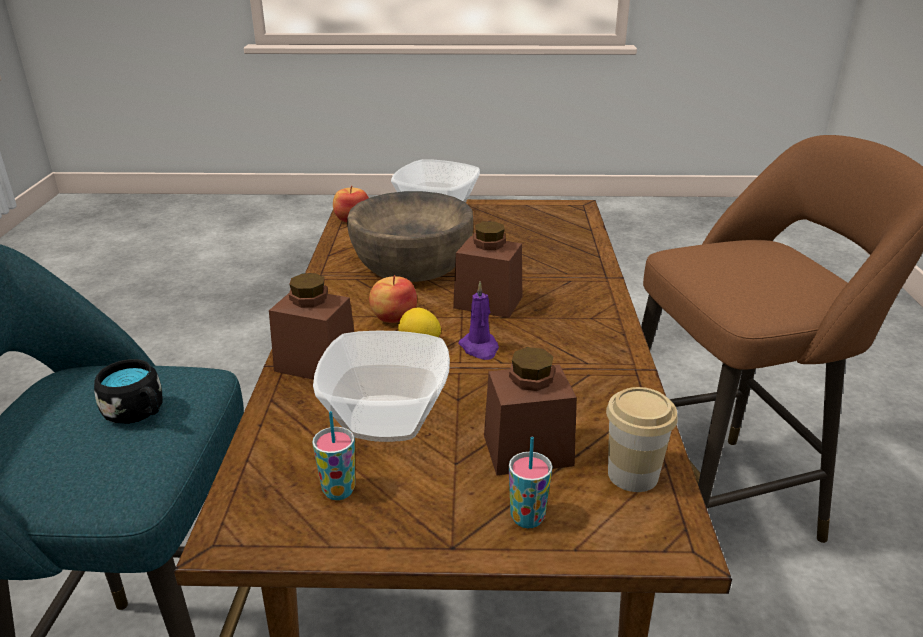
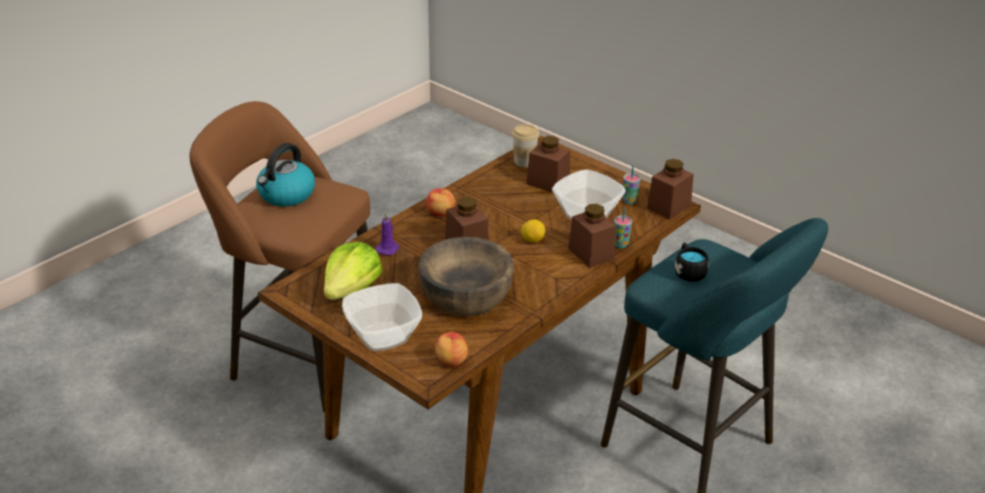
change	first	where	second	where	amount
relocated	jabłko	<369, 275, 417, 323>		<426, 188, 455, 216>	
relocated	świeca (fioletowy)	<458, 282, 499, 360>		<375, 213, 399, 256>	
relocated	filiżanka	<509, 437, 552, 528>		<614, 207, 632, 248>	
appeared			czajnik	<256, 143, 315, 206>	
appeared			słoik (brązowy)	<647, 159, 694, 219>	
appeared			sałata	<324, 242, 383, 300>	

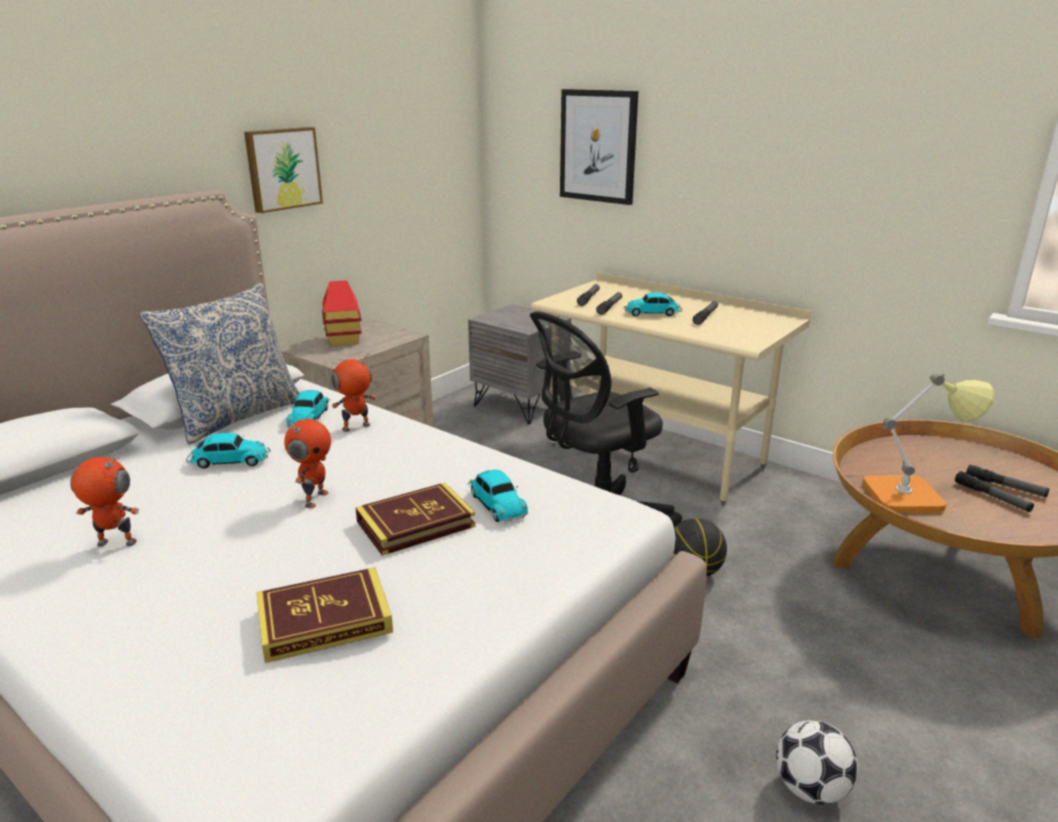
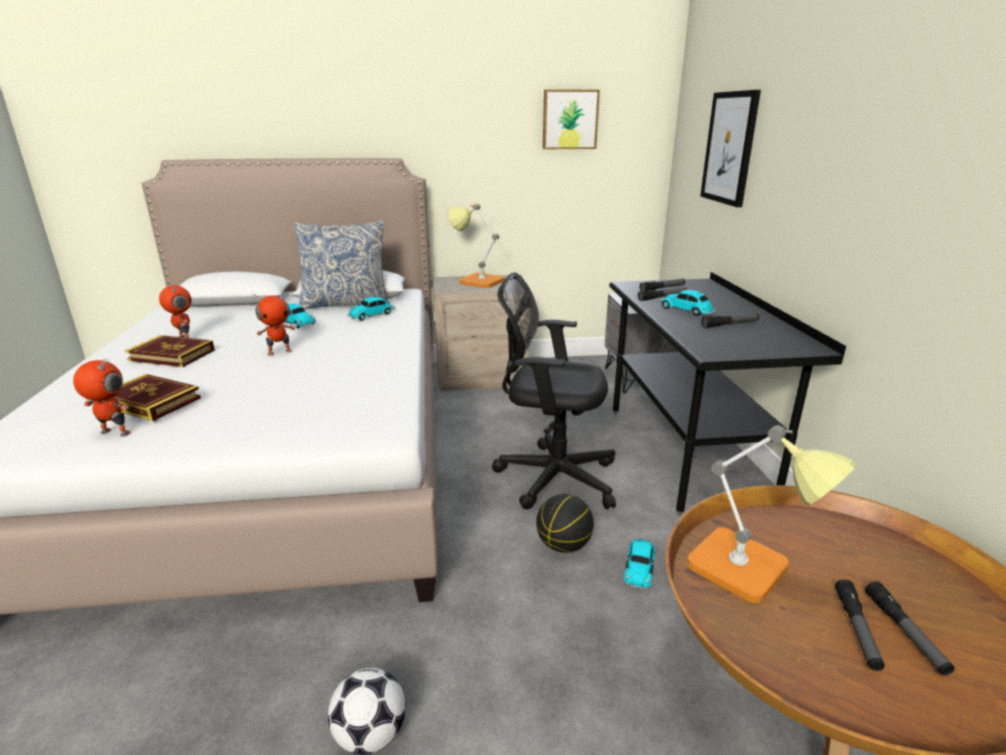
change	first	where	second	where	amount
relocated	obraz	<244, 127, 323, 213>		<543, 89, 600, 149>	
colour	biurko (beżowy)	<531, 272, 811, 506>	biurko (czarny)	<609, 272, 846, 516>	
exchanged	domek	<322, 280, 362, 346>	lampa stołowa	<448, 204, 505, 288>	
relocated	robot zabawkowy	<331, 353, 377, 432>		<73, 359, 131, 437>	
relocated	samochodzik	<468, 470, 528, 522>		<624, 539, 655, 590>	
relocated	książka	<355, 483, 475, 556>		<125, 335, 215, 367>	

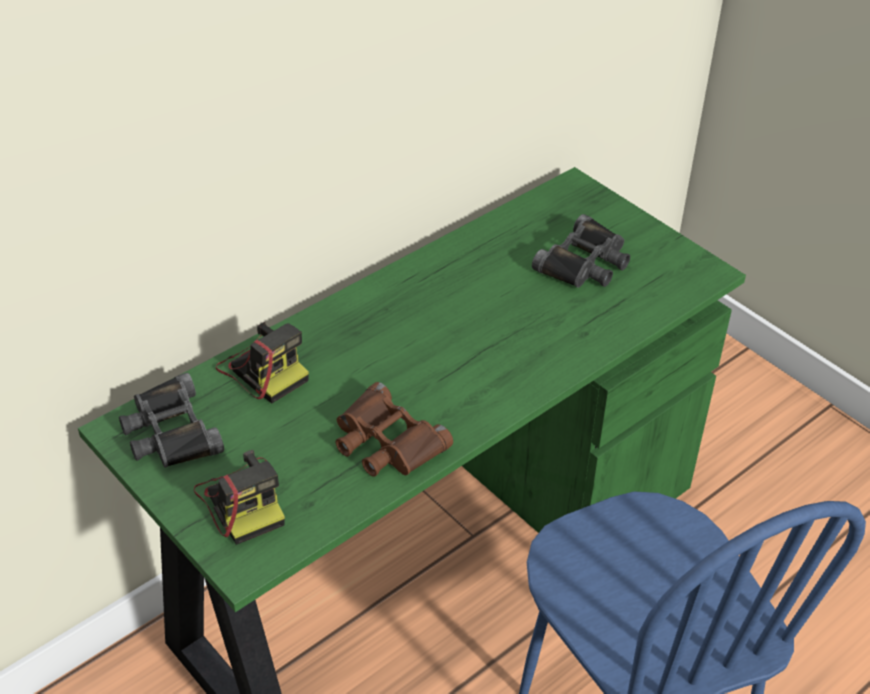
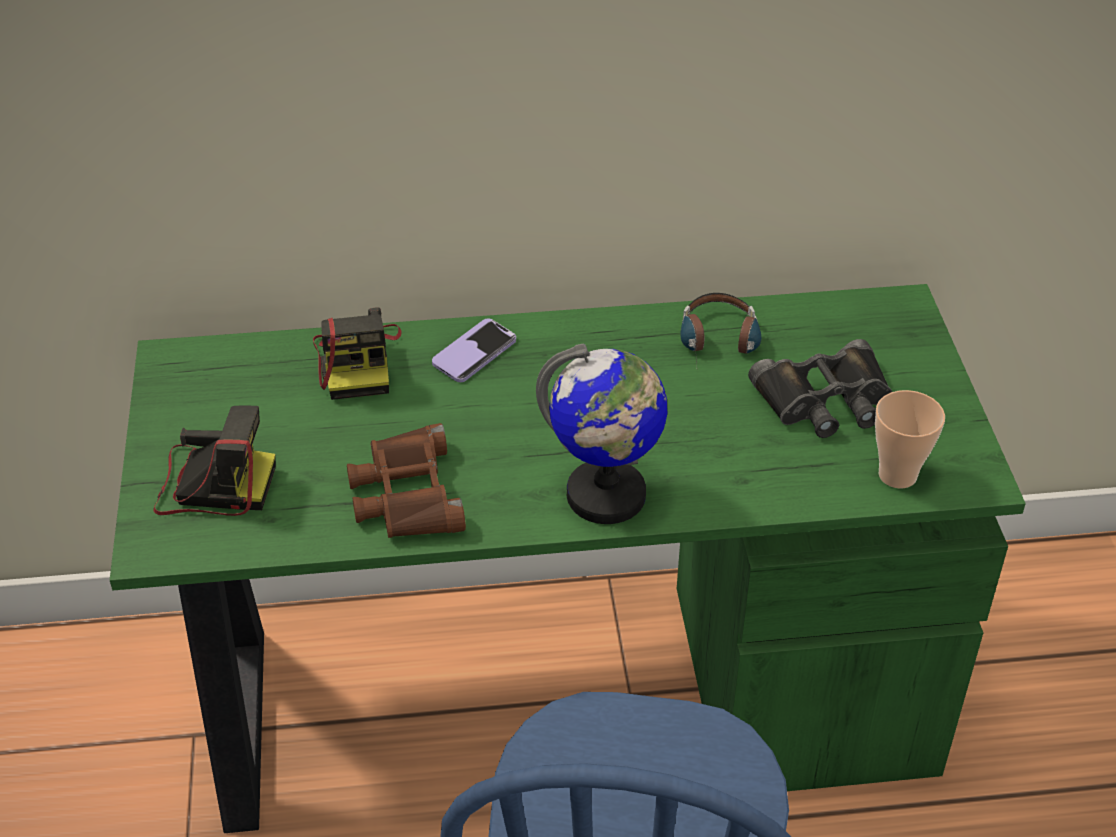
change	first	where	second	where	amount
missing	lornetka (czarny)	<119, 373, 224, 468>			
spun	aparat fotograficzny	<194, 450, 285, 545>		<153, 405, 276, 516>	90 degrees counterclockwise
appeared			słuchawki	<680, 293, 761, 364>	
appeared			telefon	<432, 319, 516, 382>	
appeared			globus	<536, 344, 667, 524>	
appeared			filiżanka	<875, 390, 945, 489>	

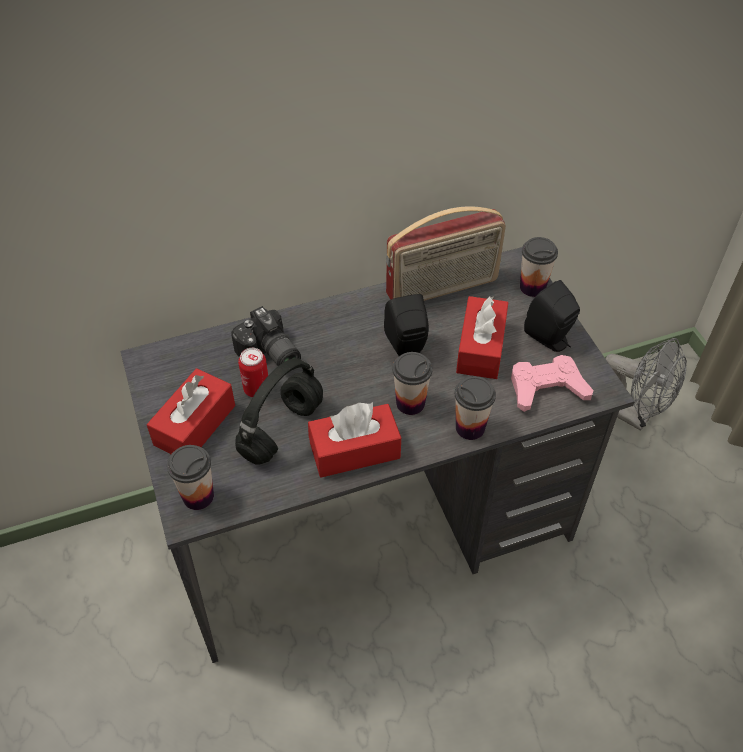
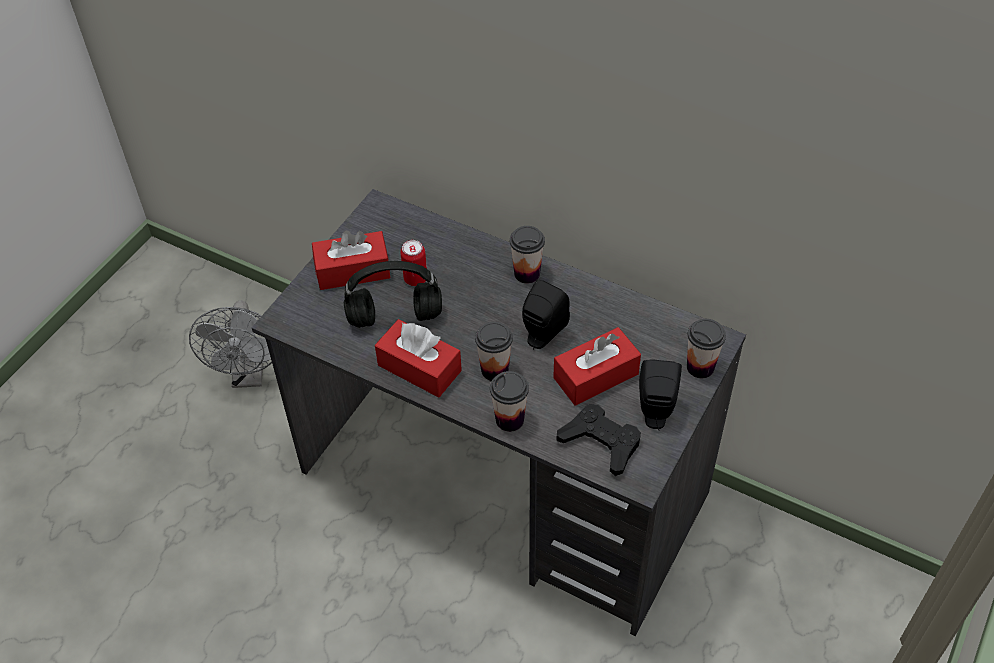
change	first	where	second	where	amount
missing	radio	<386, 206, 506, 301>			
missing	aparat fotograficzny	<231, 306, 301, 366>			
relocated	wentylator (szary)	<605, 338, 687, 431>		<189, 300, 272, 388>	
colour	pad do gier (różowy)	<511, 355, 593, 412>	pad do gier (czarny)	<556, 404, 641, 476>	
relocated	filiżanka	<167, 445, 214, 510>		<510, 226, 545, 284>	

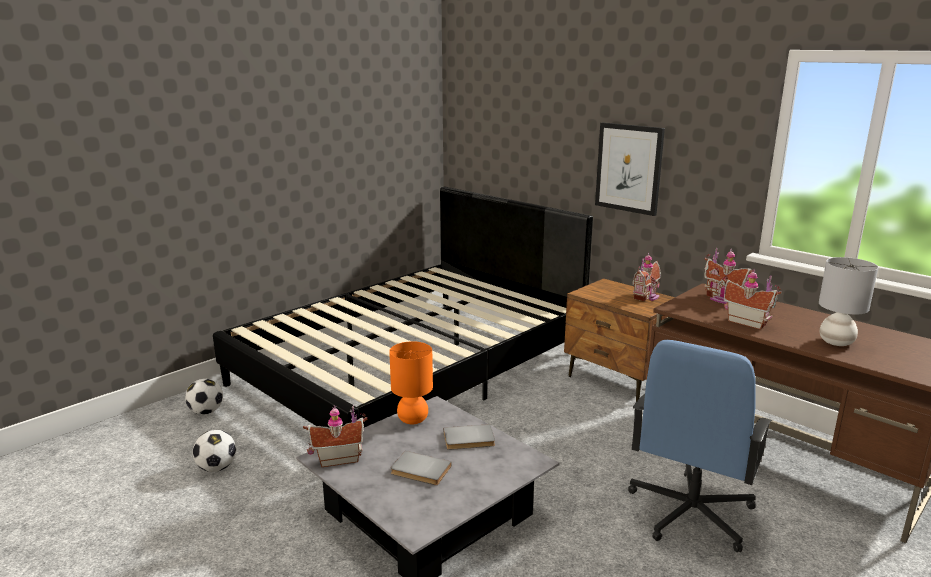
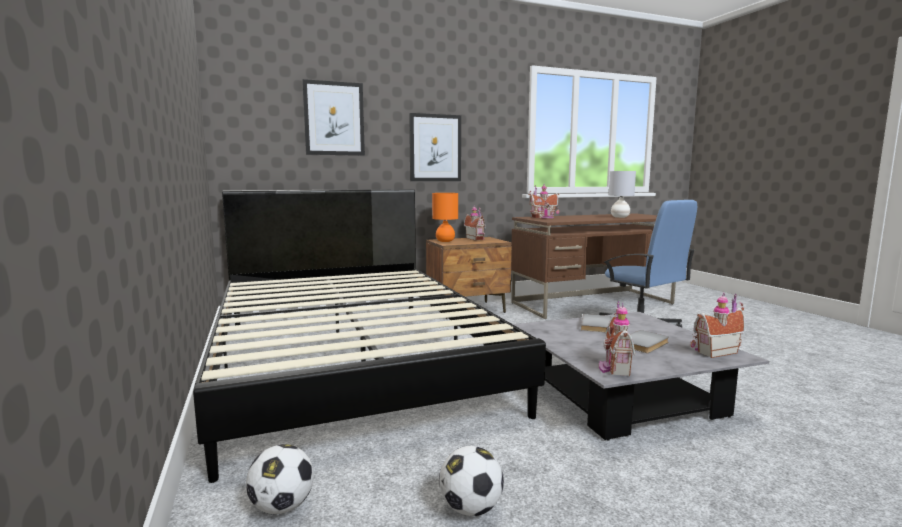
change	first	where	second	where	amount
relocated	domek	<723, 269, 781, 330>		<691, 292, 745, 358>	
relocated	lampa stołowa (pomarańczowy)	<389, 341, 433, 424>		<432, 193, 458, 242>	
appeared			obraz	<302, 79, 365, 156>	

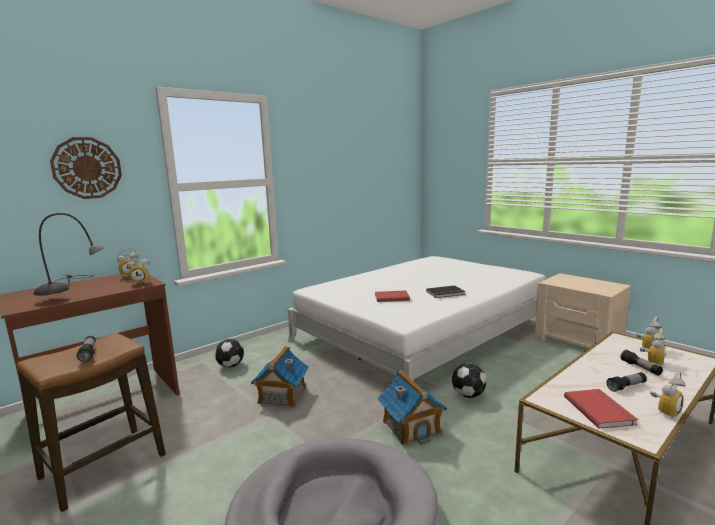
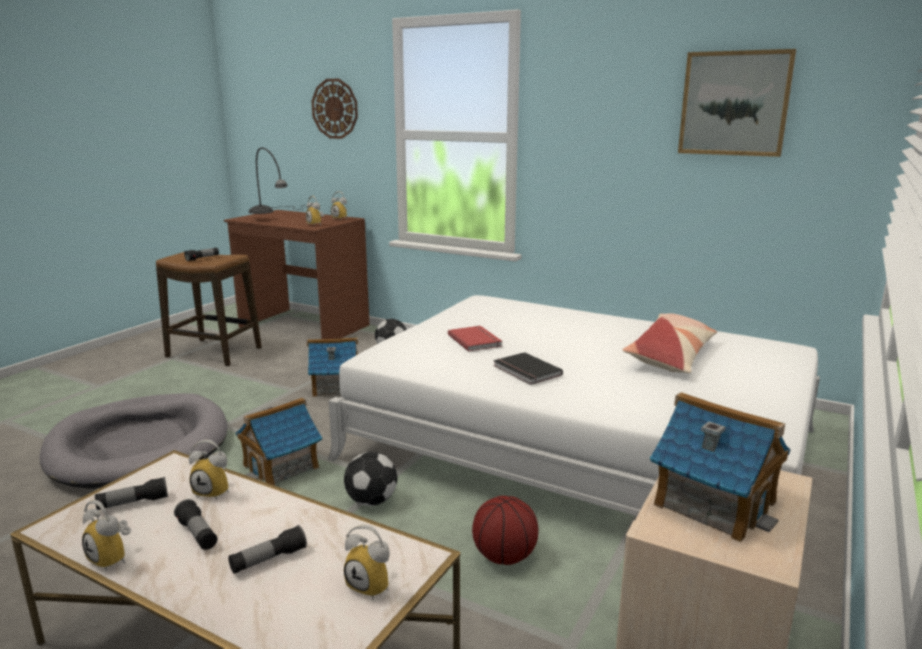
change	first	where	second	where	amount
relocated	budzik	<640, 328, 666, 366>		<189, 440, 229, 500>	
exchanged	książka (czerwony)	<564, 389, 638, 429>	latarka	<95, 477, 168, 510>	
appeared			obraz	<678, 49, 796, 157>	
appeared			poduszka	<622, 313, 717, 373>	
appeared			domek	<650, 392, 791, 542>	
appeared			piłka do koszykówki	<472, 496, 538, 565>	

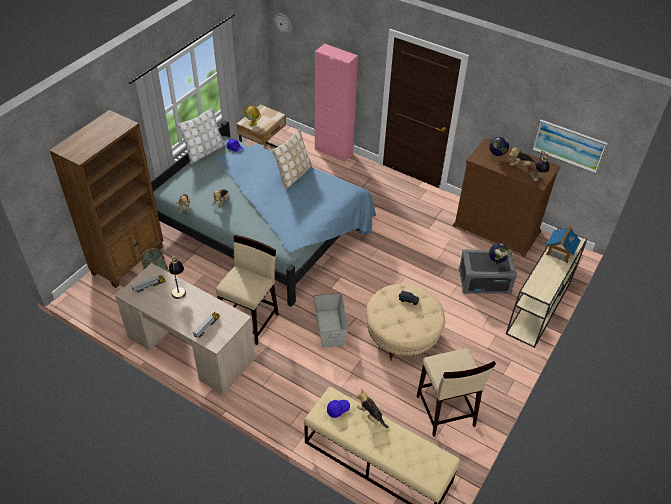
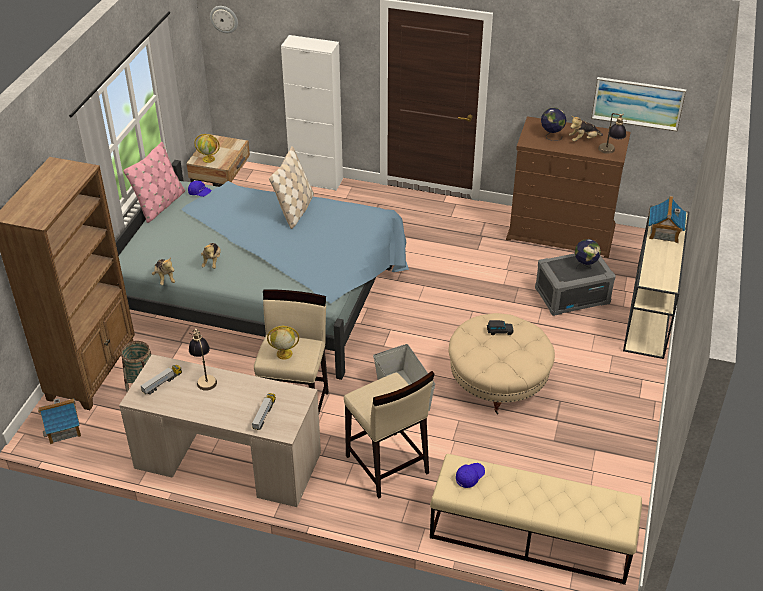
change	first	where	second	where	amount
colour	szafka (różowy)	<315, 44, 358, 162>	szafka (biały)	<281, 35, 343, 191>	
colour	poduszka (biały)	<177, 107, 225, 164>	poduszka (różowy)	<123, 142, 185, 223>	
relocated	stołek (beżowy)	<417, 348, 496, 437>		<344, 371, 434, 498>	
missing	pluszak	<355, 389, 389, 428>			
appeared			globus	<267, 326, 299, 360>	
appeared			domek	<38, 399, 81, 444>	

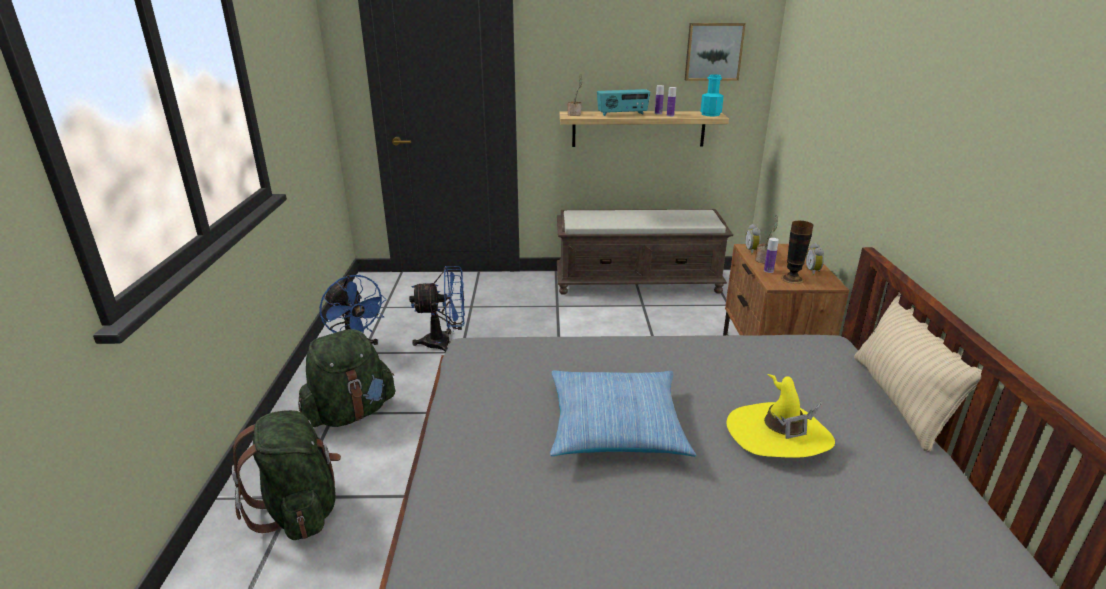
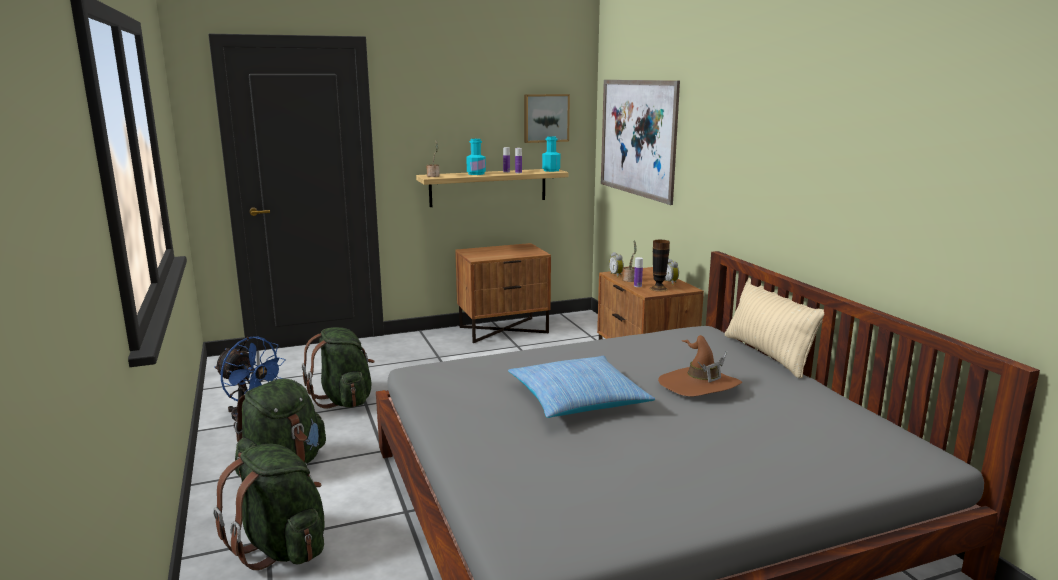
change	first	where	second	where	amount
exchanged	radio	<597, 89, 650, 116>	butelka (turkusowy)	<466, 139, 486, 175>	
exchanged	ławka (brązowy)	<557, 209, 733, 295>	szafka nocna (brązowy)	<455, 243, 551, 343>	
exchanged	wentylator (niebieski)	<409, 266, 465, 353>	plecak (zielony)	<302, 327, 374, 409>	
colour	kapelusz (żółty)	<727, 374, 835, 458>	kapelusz (brązowy)	<658, 335, 742, 396>	
appeared			obraz	<601, 80, 680, 205>	

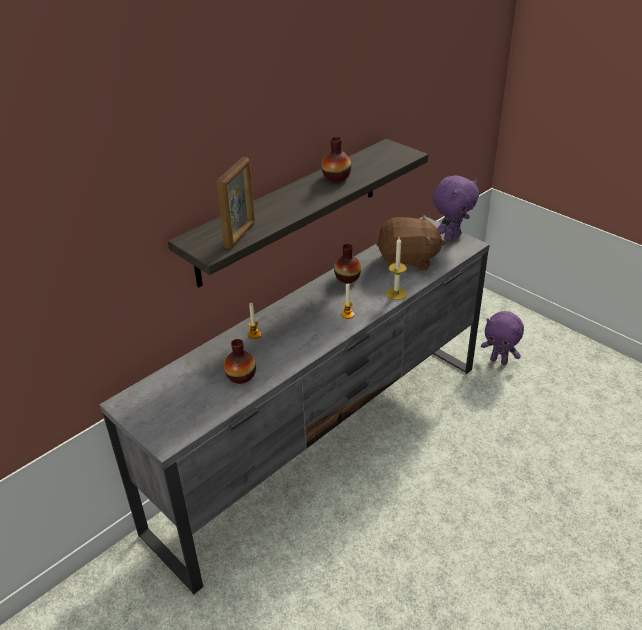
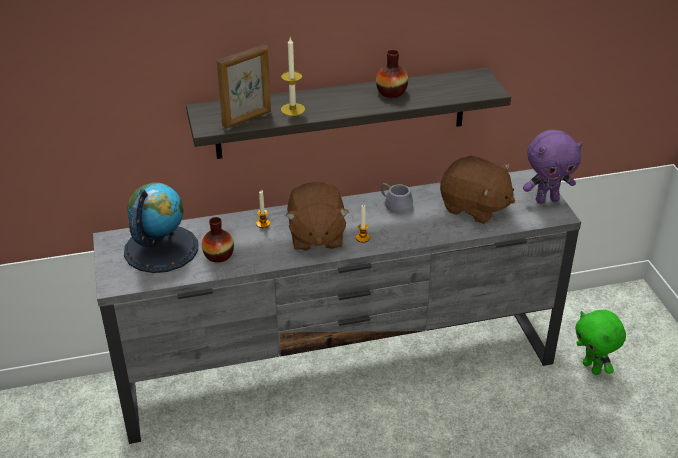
change	first	where	second	where	amount
relocated	świeca	<386, 237, 407, 300>		<281, 38, 305, 116>	
exchanged	wazon	<334, 244, 361, 283>	kubek (szary)	<381, 183, 413, 214>	
colour	pluszak (fioletowy)	<481, 311, 524, 365>	pluszak (zielony)	<575, 310, 626, 375>	
appeared			pluszak (brązowy)	<285, 182, 349, 251>	
appeared			globus	<124, 183, 198, 273>	

